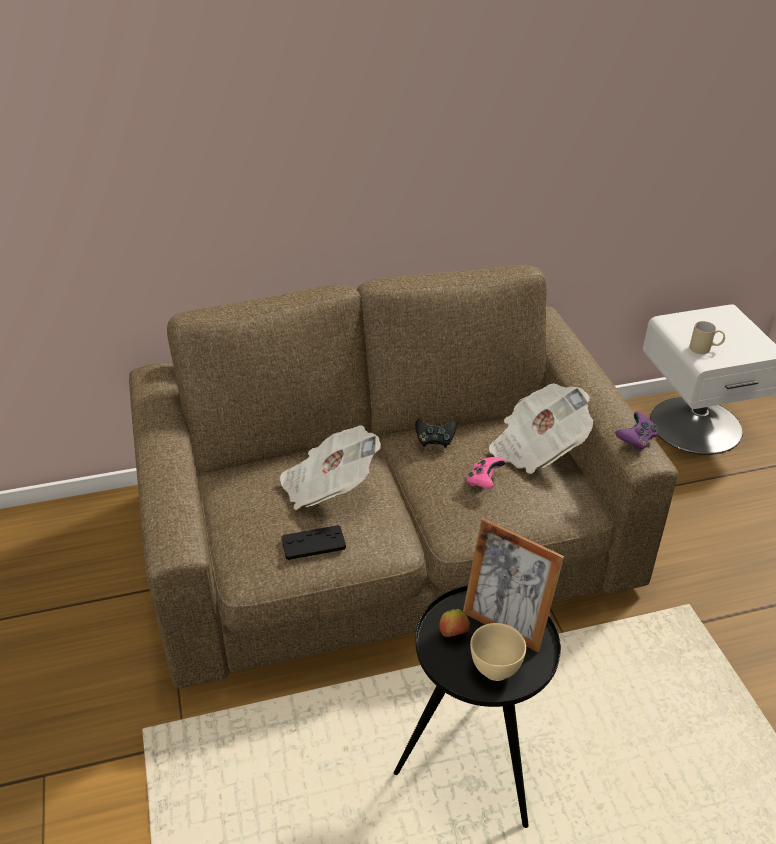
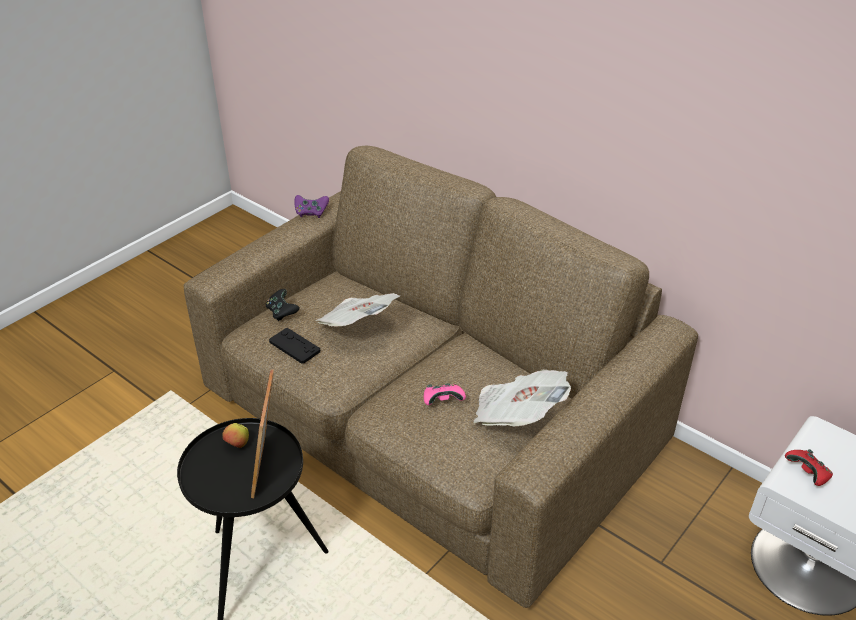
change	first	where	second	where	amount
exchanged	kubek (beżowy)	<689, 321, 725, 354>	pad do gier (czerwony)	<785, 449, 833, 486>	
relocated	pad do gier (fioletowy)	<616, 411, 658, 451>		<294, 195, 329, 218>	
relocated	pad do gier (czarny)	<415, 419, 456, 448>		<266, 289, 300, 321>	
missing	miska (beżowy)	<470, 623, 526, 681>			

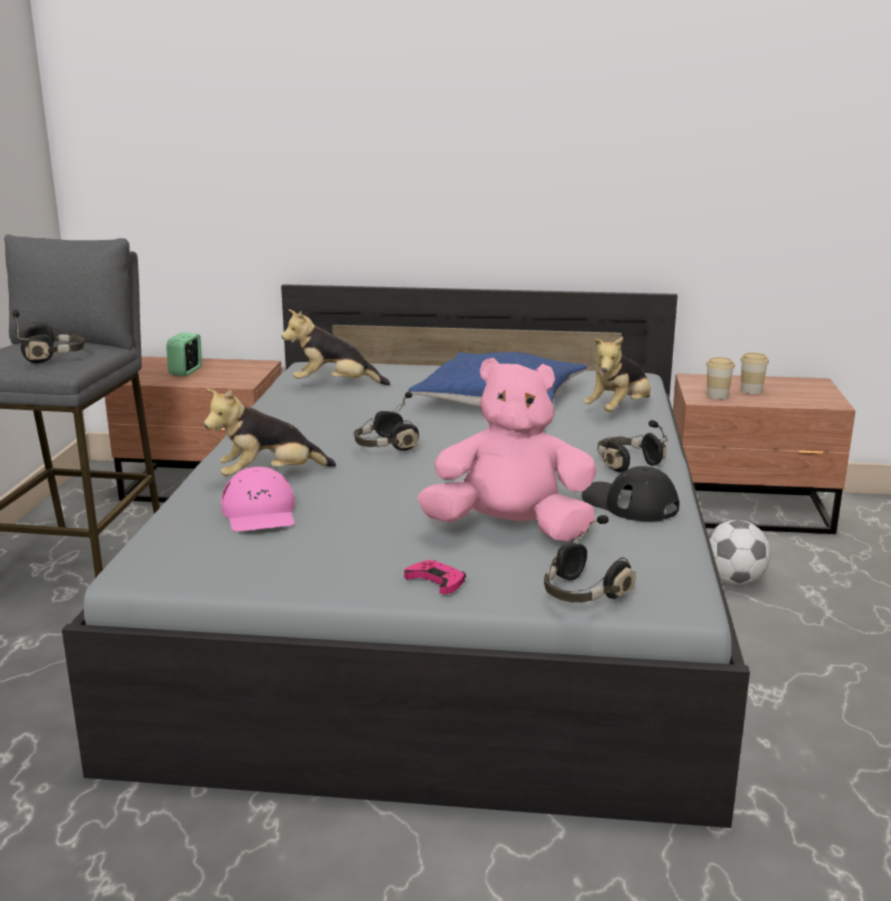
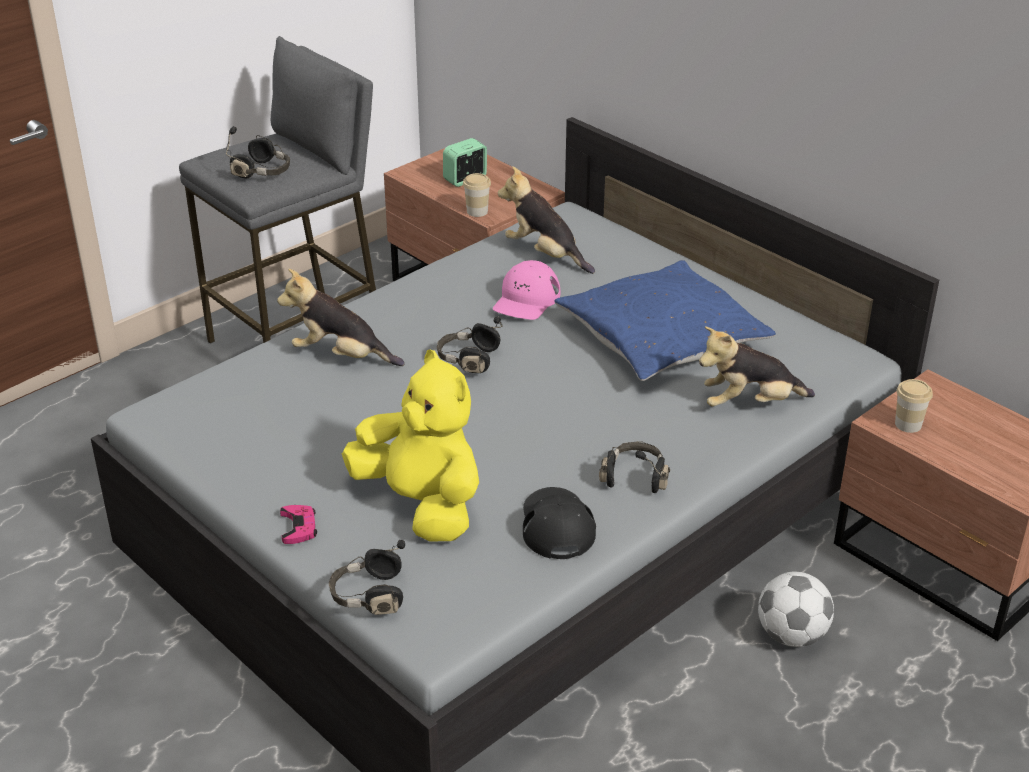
change	first	where	second	where	amount
relocated	filiżanka	<740, 353, 769, 394>		<463, 173, 491, 217>	
colour	pluszak (różowy)	<417, 358, 597, 541>	pluszak (żółty)	<342, 349, 479, 542>	
relocated	czapka z daszkiem (różowy)	<221, 467, 295, 532>		<493, 260, 560, 320>	

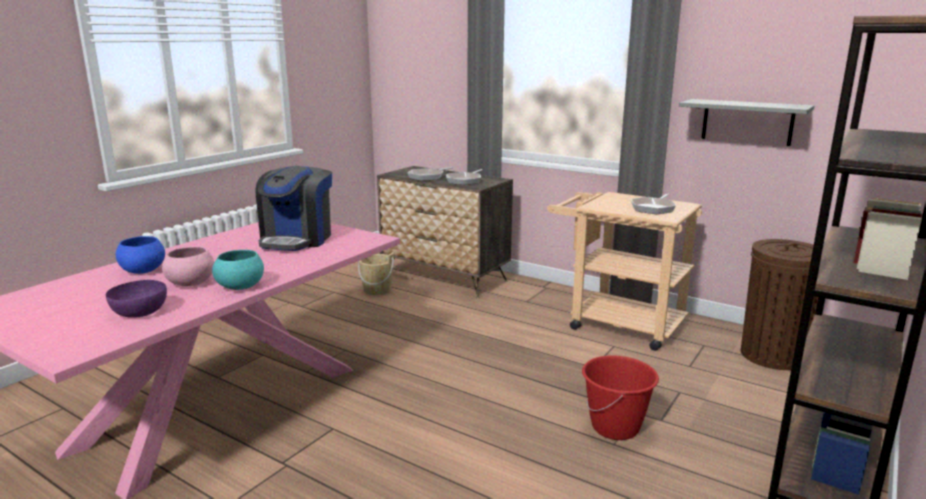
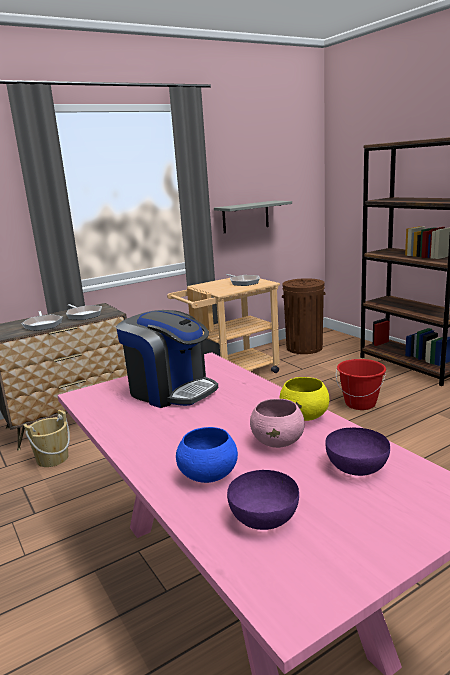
change	first	where	second	where	amount
colour	miska (turkusowy)	<212, 250, 264, 290>	miska (żółty)	<280, 377, 329, 421>	
appeared			miska (fioletowy)	<227, 470, 299, 530>	

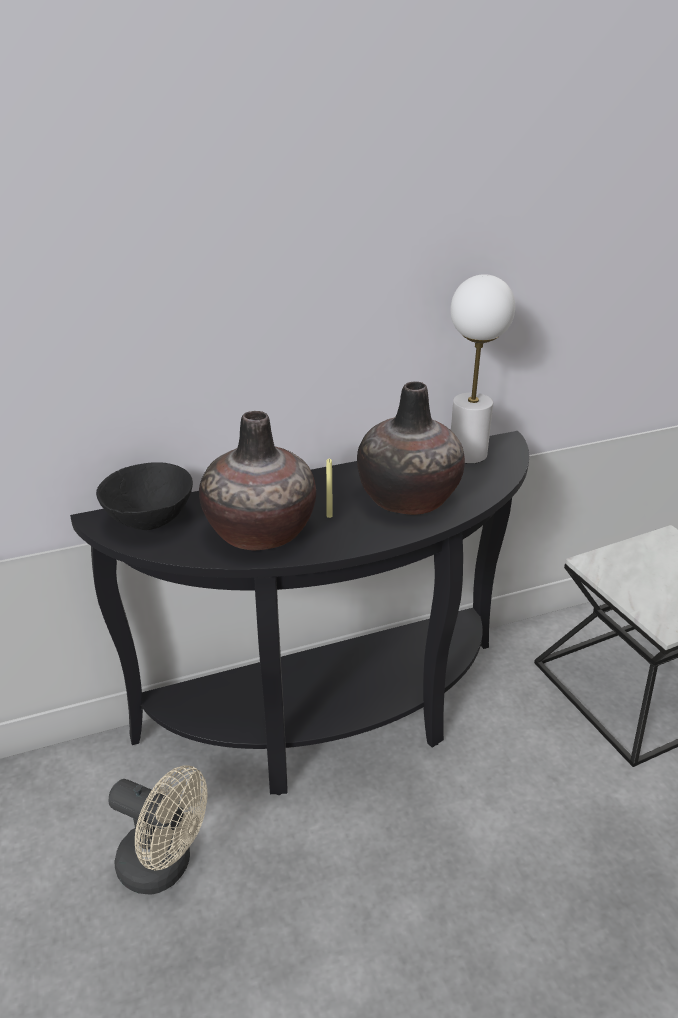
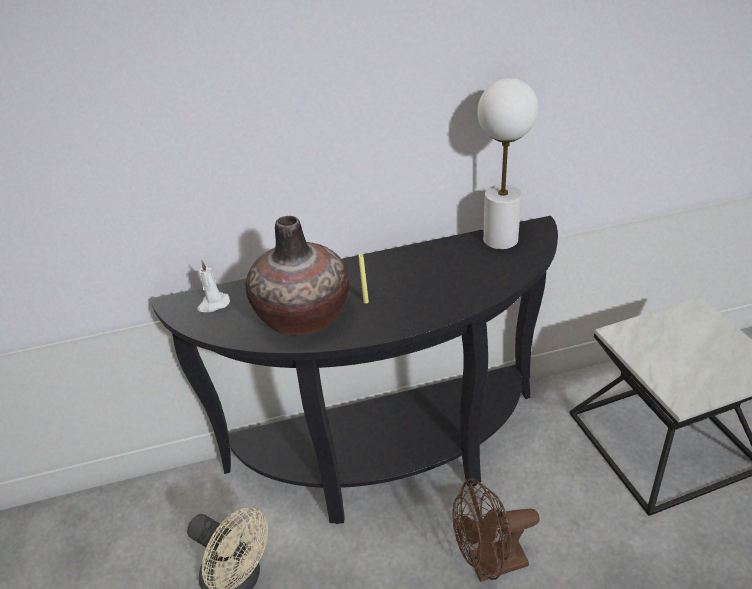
change	first	where	second	where	amount
missing	wazon	<357, 381, 465, 515>			
exchanged	miska (czarny)	<96, 462, 193, 530>	świeca (biały)	<197, 261, 230, 312>	
appeared			wentylator (brązowy)	<452, 478, 540, 582>	

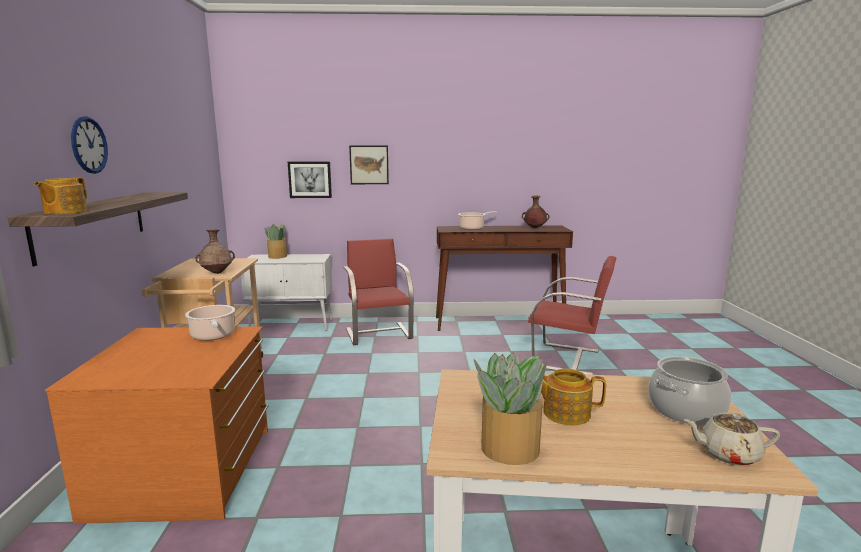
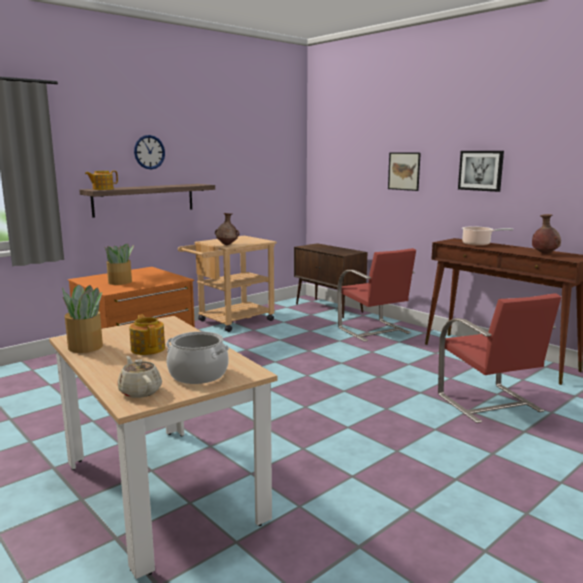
change	first	where	second	where	amount
relocated	obraz	<288, 162, 332, 198>		<458, 151, 504, 192>	
relocated	roślina doniczkowa	<264, 224, 287, 259>		<105, 244, 134, 285>	
spun	krzesło (czerwony)	<343, 238, 414, 345>		<337, 248, 416, 342>	120 degrees clockwise
colour	szafka (biały)	<241, 254, 332, 331>	szafka (brązowy)	<294, 243, 367, 318>	
missing	garnek	<185, 305, 235, 341>			

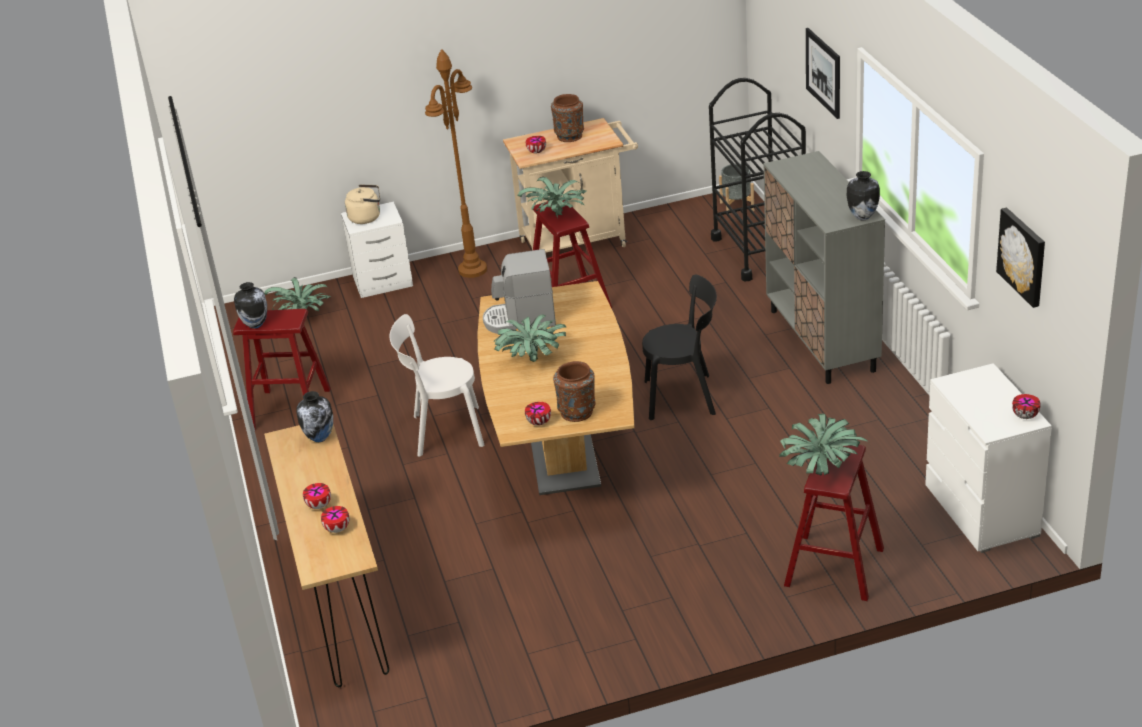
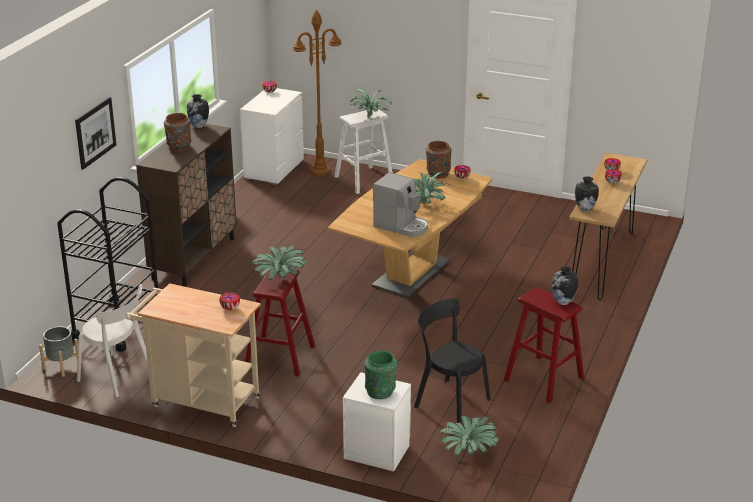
change	first	where	second	where	amount
relocated	lampa stojąca (brązowy)	<425, 49, 487, 278>		<293, 9, 342, 176>	
relocated	wazon (brązowy)	<551, 94, 584, 142>		<164, 113, 191, 152>	
colour	szafka (szary)	<763, 151, 885, 384>	szafka (brązowy)	<136, 123, 237, 287>	
exchanged	czajnik (beżowy)	<345, 184, 380, 224>	wazon (zielony)	<364, 351, 397, 399>	
missing	obraz	<996, 208, 1045, 308>			
relocated	krzesło (czarny)	<642, 274, 717, 420>		<414, 298, 491, 423>	
relocated	krzesło (biały)	<390, 314, 484, 457>		<77, 284, 148, 397>	
colour	stołek (czerwony)	<784, 445, 884, 601>	stołek (biały)	<334, 109, 393, 194>	

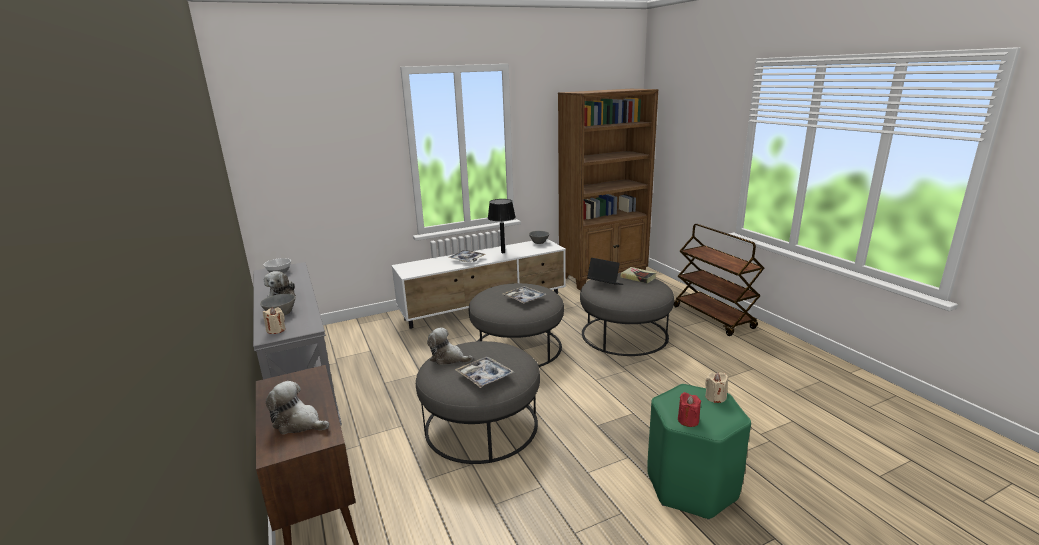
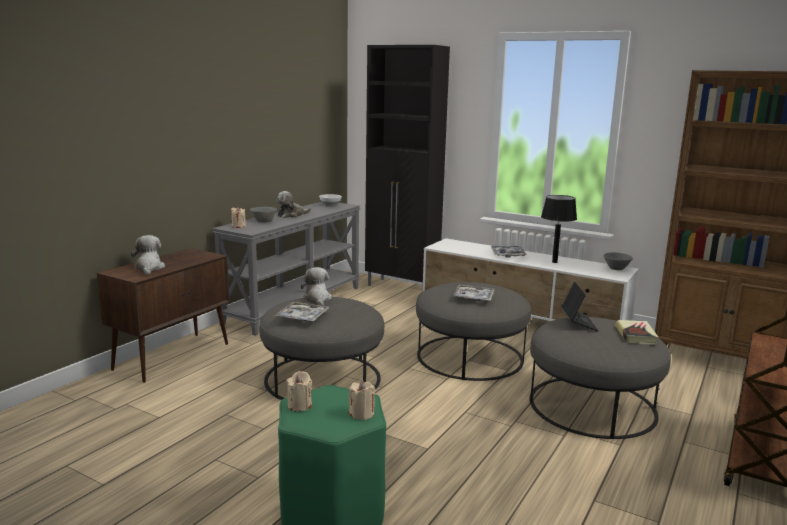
change	first	where	second	where	amount
colour	świeca (czerwony)	<678, 392, 701, 427>	świeca (beżowy)	<286, 371, 312, 411>	
appeared			szafka (czarny)	<365, 45, 450, 290>	

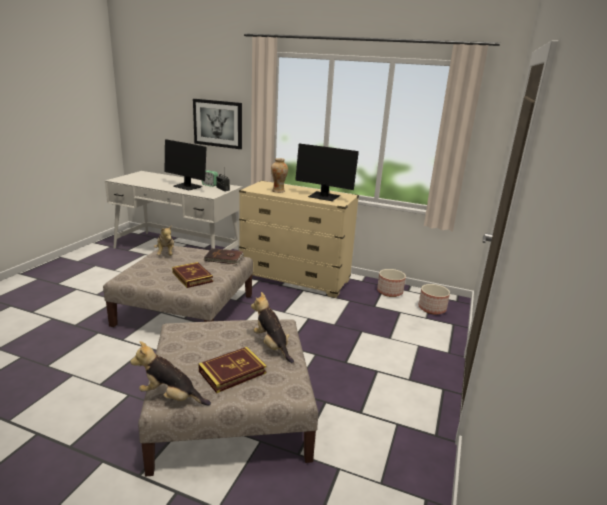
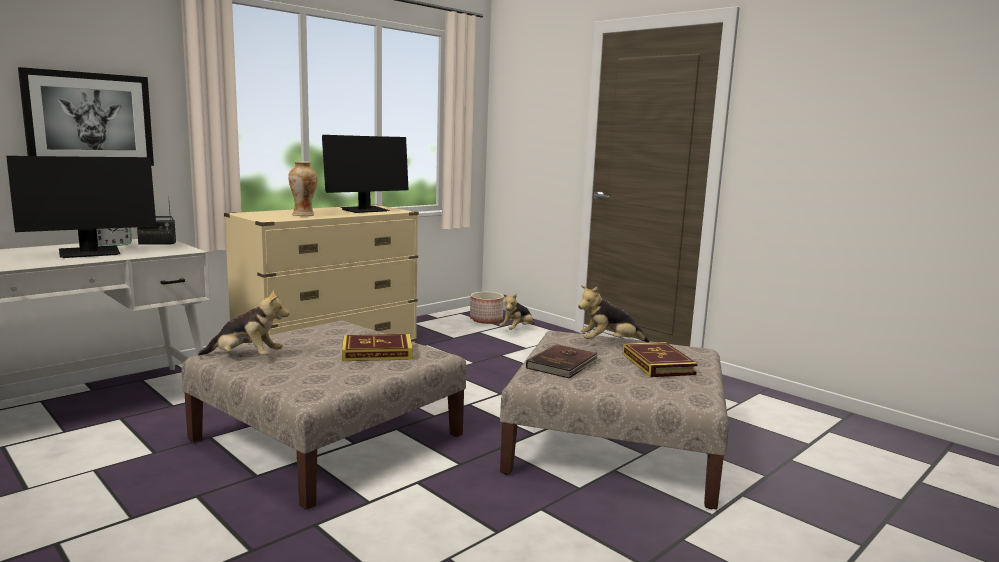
change	first	where	second	where	amount
relocated	książka (brązowy)	<204, 248, 243, 264>		<526, 344, 601, 378>	
missing	donica	<377, 269, 406, 297>			
relocated	pluszak	<130, 341, 211, 406>		<499, 294, 534, 330>	

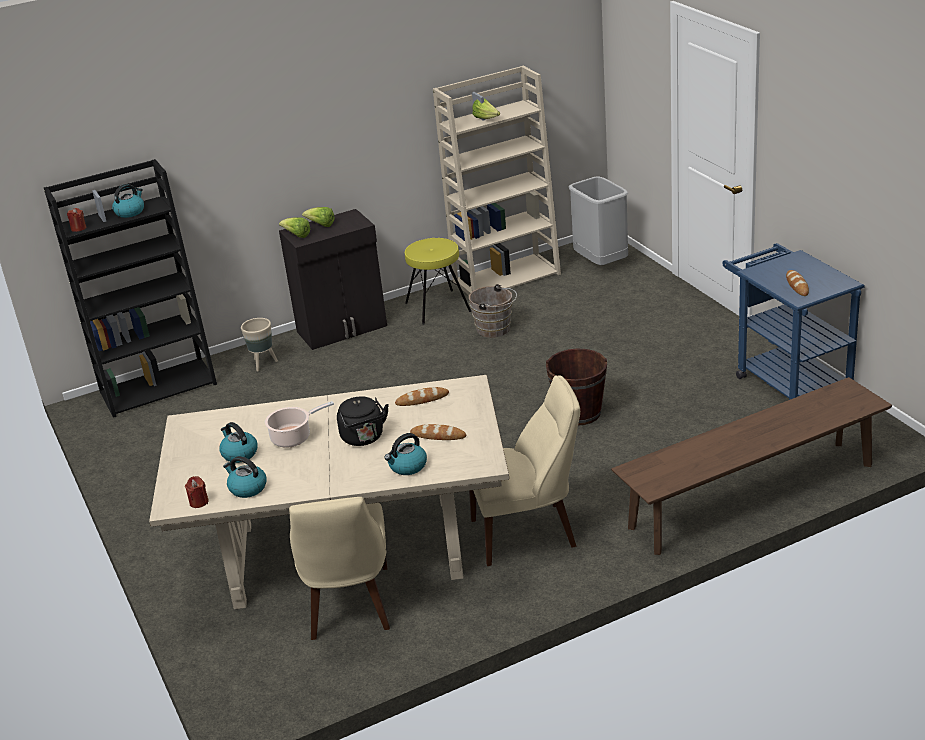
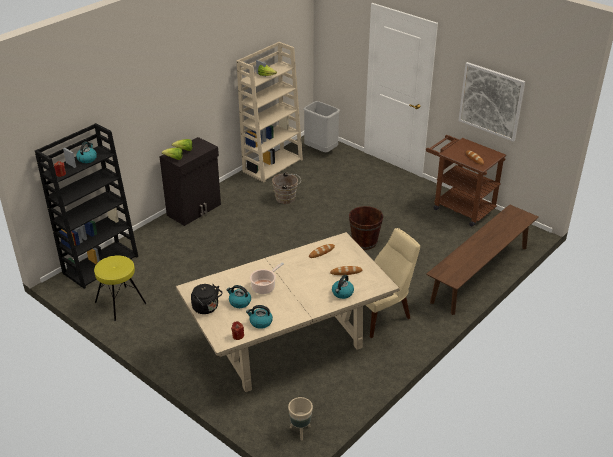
change	first	where	second	where	amount
relocated	stołek (żółty)	<405, 238, 471, 325>		<94, 256, 147, 321>	
colour	wózek (niebieski)	<722, 243, 865, 400>	wózek (brązowy)	<426, 135, 506, 227>	
relocated	donica (beżowy)	<241, 318, 278, 371>		<288, 397, 313, 440>	
relocated	czajnik (czarny)	<337, 396, 389, 446>		<191, 284, 222, 314>	
missing	krzesło (beżowy)	<289, 497, 390, 640>			
appeared			obraz	<458, 62, 525, 142>	

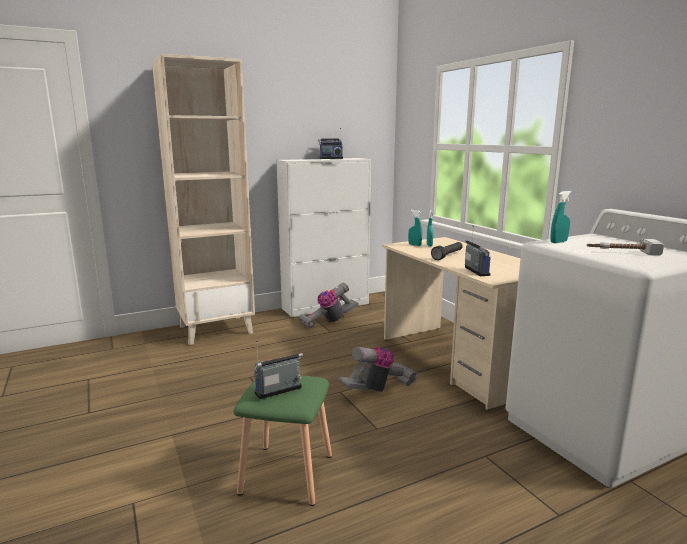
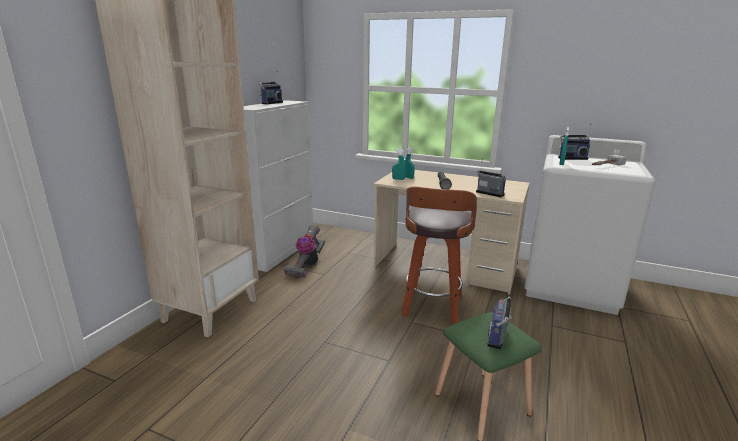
change	first	where	second	where	amount
exchanged	odkurzacz	<338, 347, 418, 392>	stołek	<402, 186, 477, 324>	
appeared			radio	<558, 124, 592, 160>	

